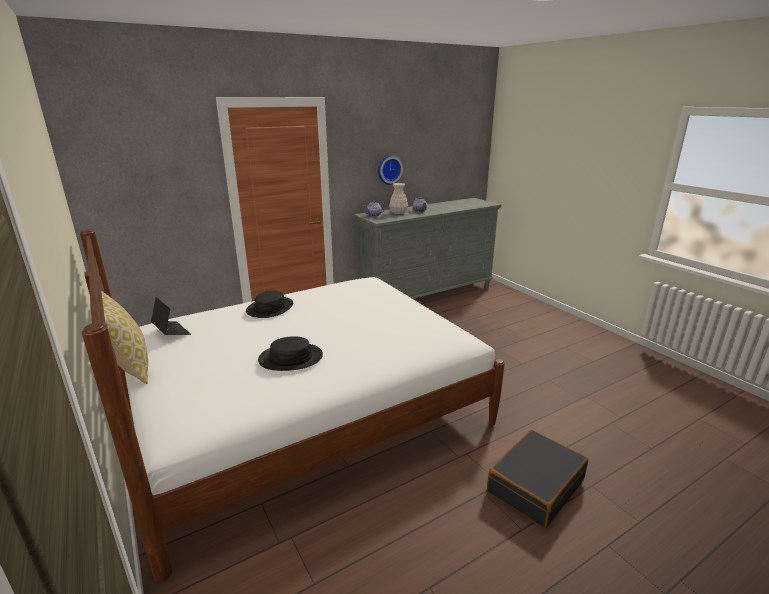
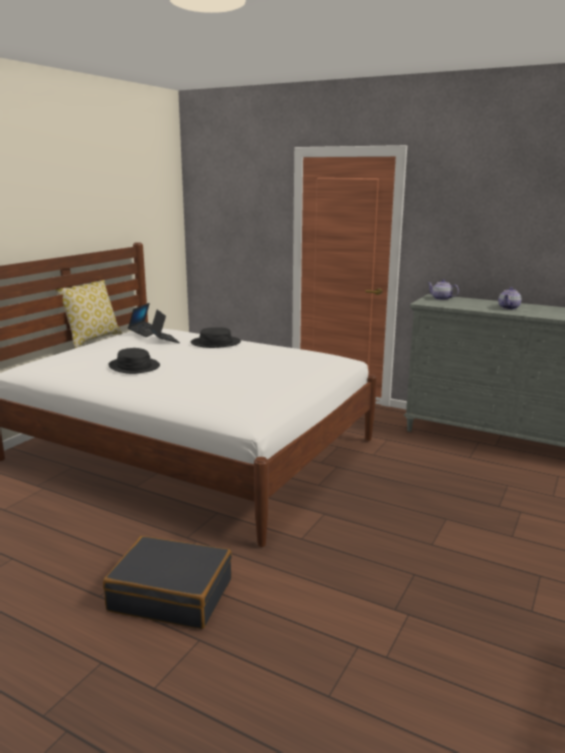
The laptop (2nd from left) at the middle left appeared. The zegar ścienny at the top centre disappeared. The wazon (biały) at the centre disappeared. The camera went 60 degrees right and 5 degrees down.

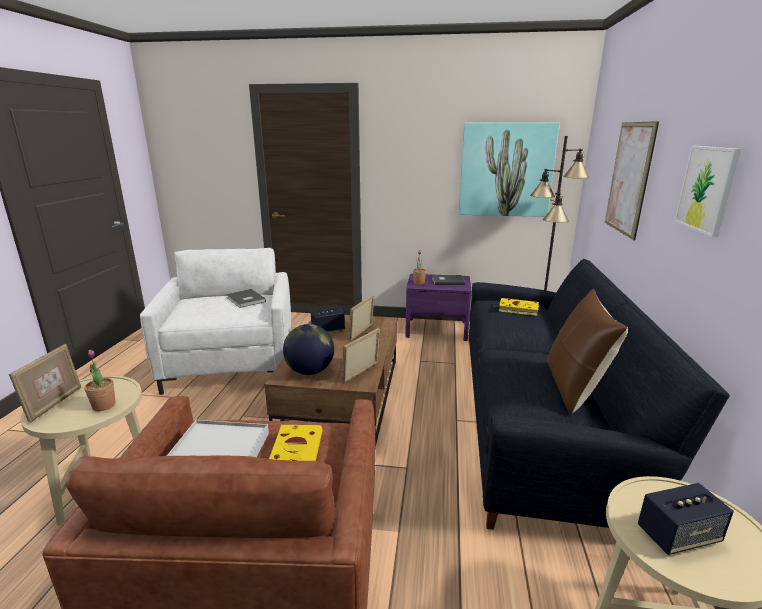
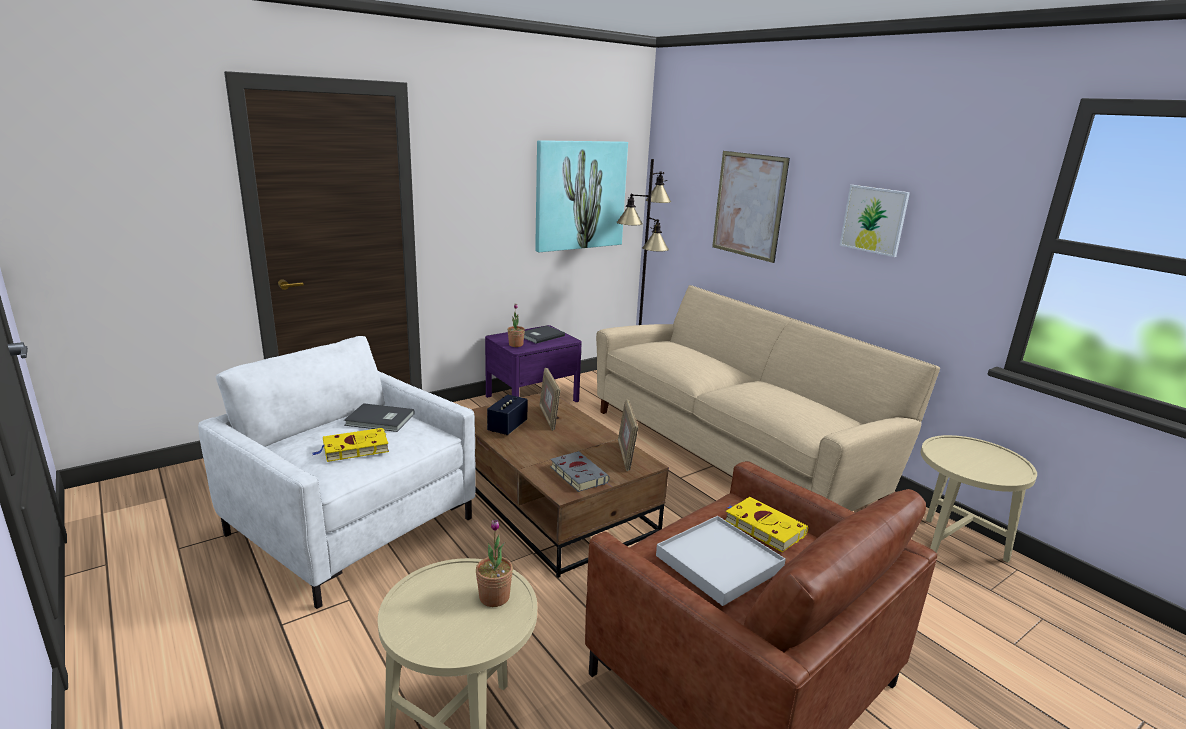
The książka (żółty) (2nd from left in the first image) moved from the middle right to the middle left. The globus at the centre was replaced by the książka (szary) (3rd from left) at the centre. The kanapa (czarny) at the middle right became the kanapa (beżowy) at the centre. The ramka na zdjęcie (1st from left) at the middle left disappeared. The poduszka (brązowy) at the middle right disappeared. The głośnik (2nd from left) at the bottom right disappeared. The camera went 45 degrees left and 0 degrees up.

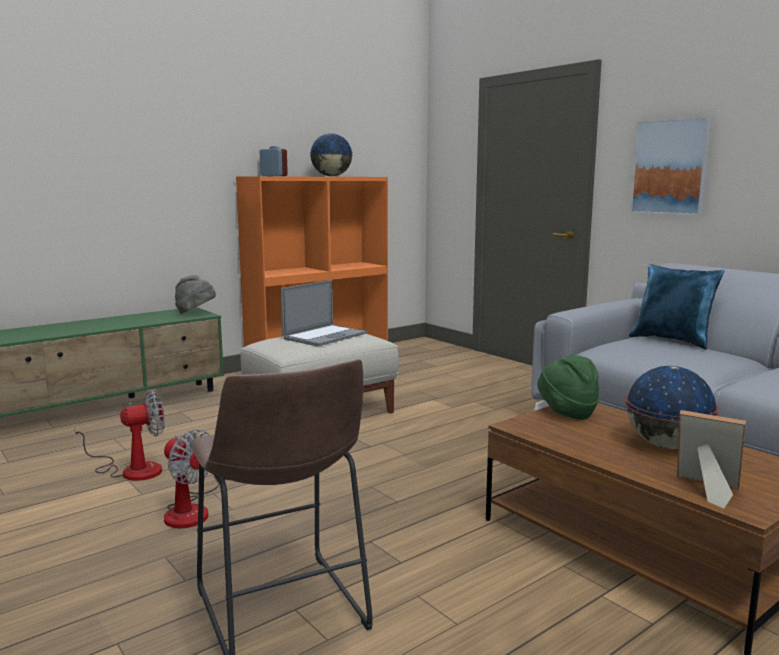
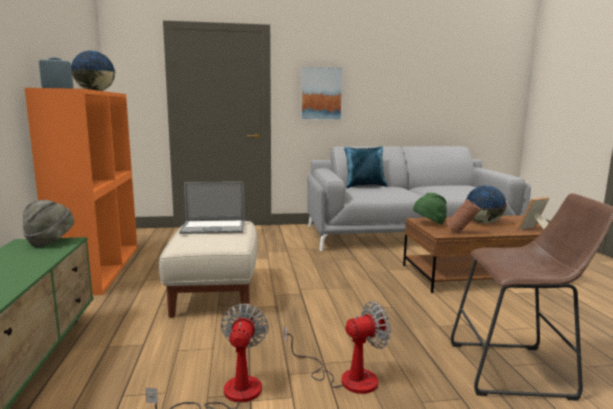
The laptop at the centre turned 105 degrees clockwise. The wazon (brązowy) at the middle right appeared. The camera went 60 degrees left and 0 degrees up.

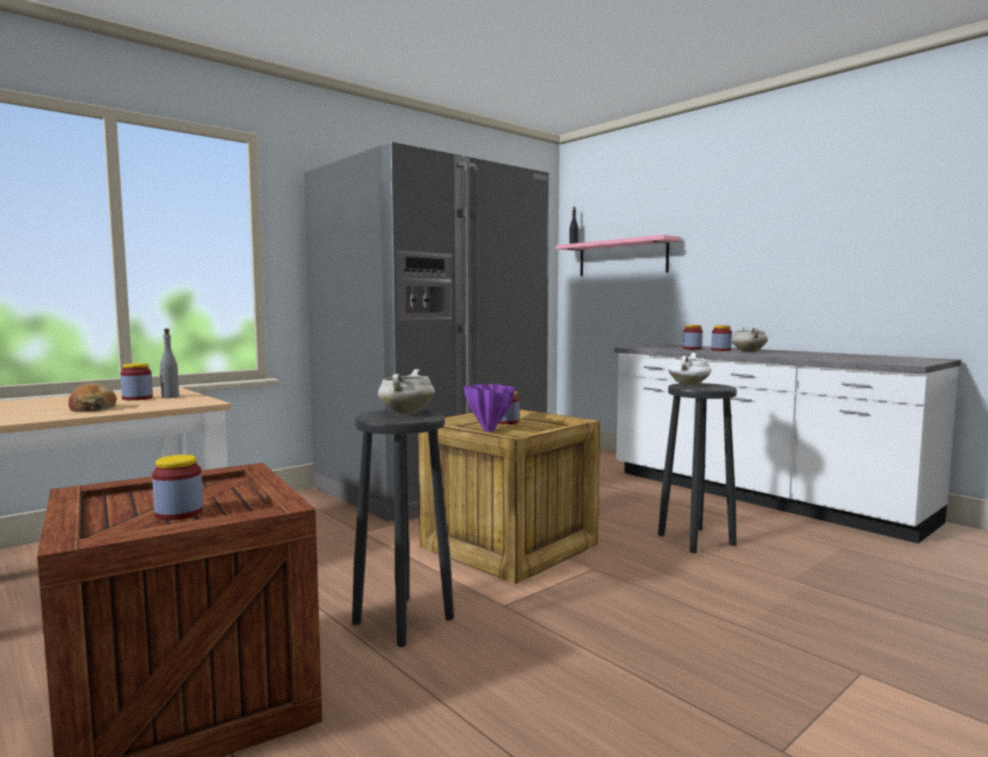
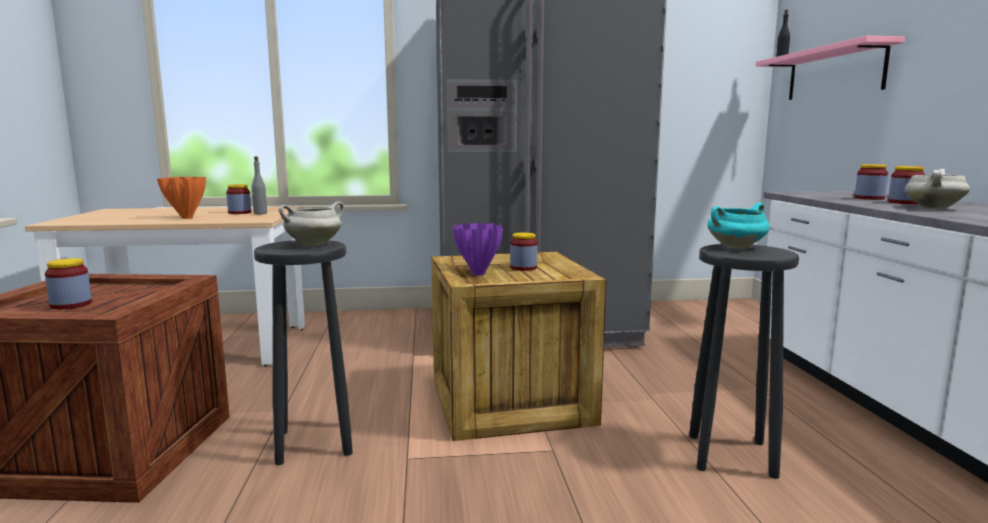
The chleb at the middle left was replaced by the wazon (pomarańczowy) at the middle left. The garnek (biały) (2nd from left) at the middle right became the garnek (turkusowy) at the middle right. The camera went 35 degrees right and 5 degrees up.

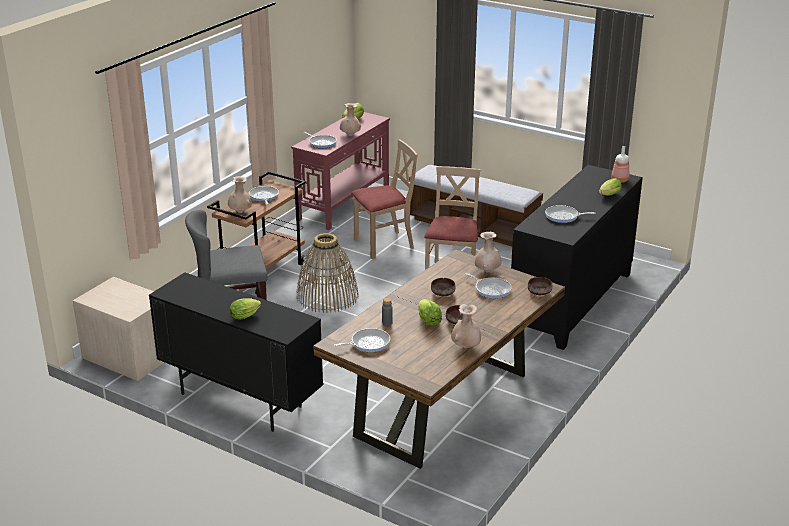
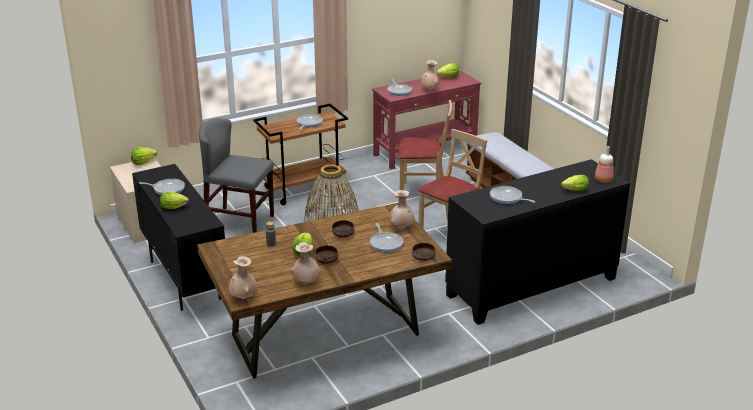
The sałata (1st from left) at the middle left appeared. The patelnia (3rd from left in the first image) moved from the centre to the middle left. The wazon (beżowy) (1st from left) moved from the middle left to the bottom left. The camera went 30 degrees right and 0 degrees up.

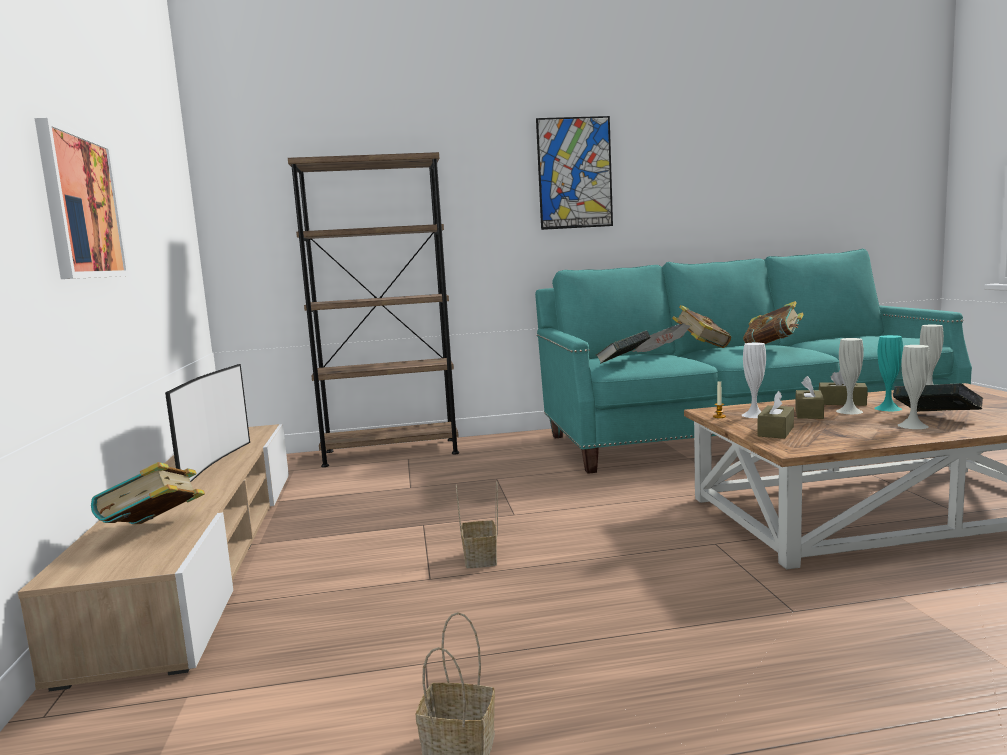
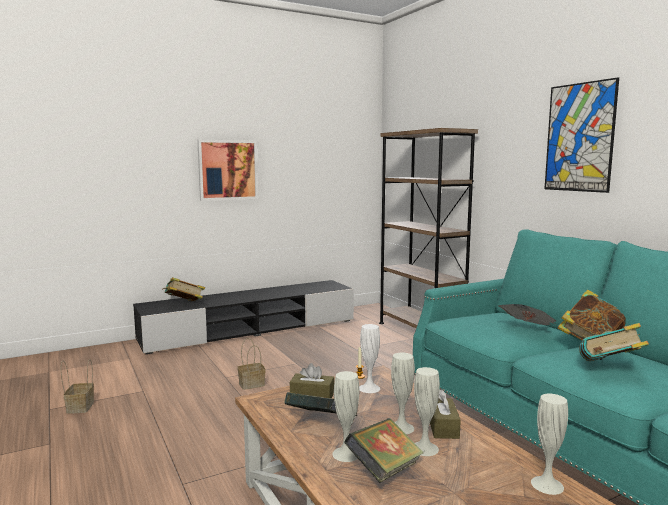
The szafka pod telewizor (beżowy) at the bottom left became the szafka pod telewizor (czarny) at the centre. The książka (2nd from left) moved from the centre to the bottom centre. The wazon (turkusowy) at the middle right became the wazon (biały) (4th from left) at the bottom centre. The telewizor at the middle left disappeared. The pudełko chusteczek (brązowy) (2nd from left) at the middle right disappeared. The camera went 70 degrees right and 0 degrees up.

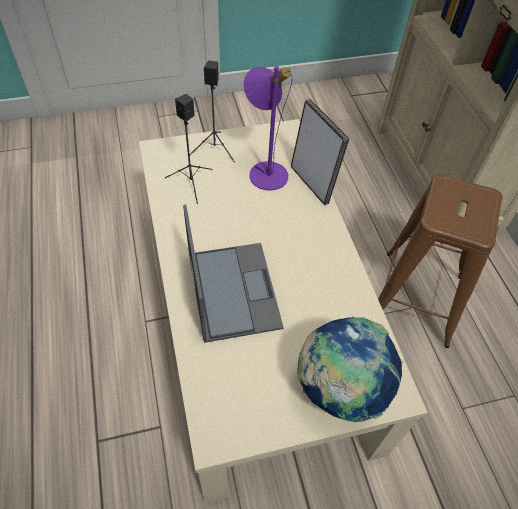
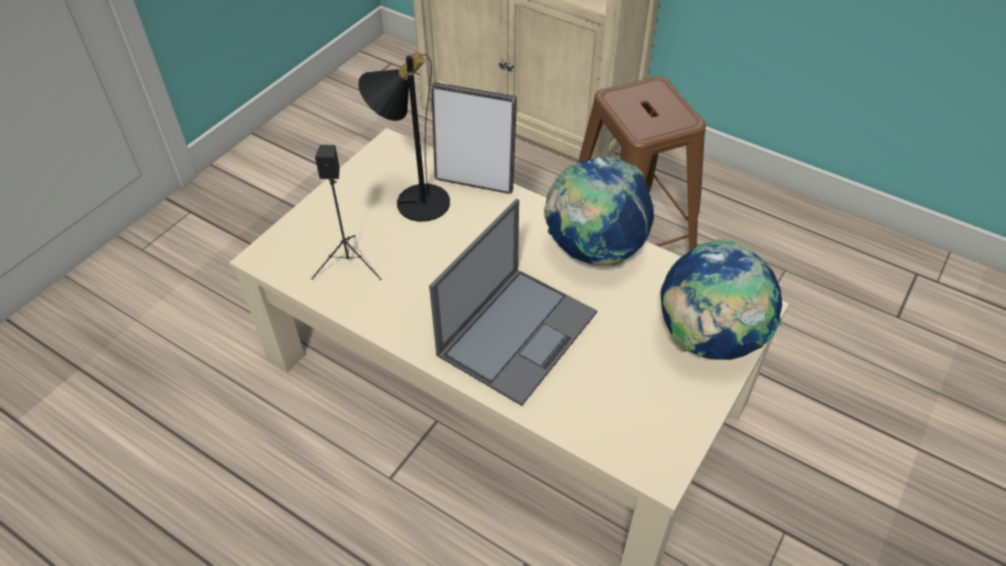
The lampa stołowa (fioletowy) at the top centre became the lampa stołowa (czarny) at the top centre. The laptop at the centre turned 90 degrees clockwise. The globus (1st from left) at the centre appeared. The głośnik (czarny) (2nd from left) at the top centre disappeared. The camera went 40 degrees left and 5 degrees down.

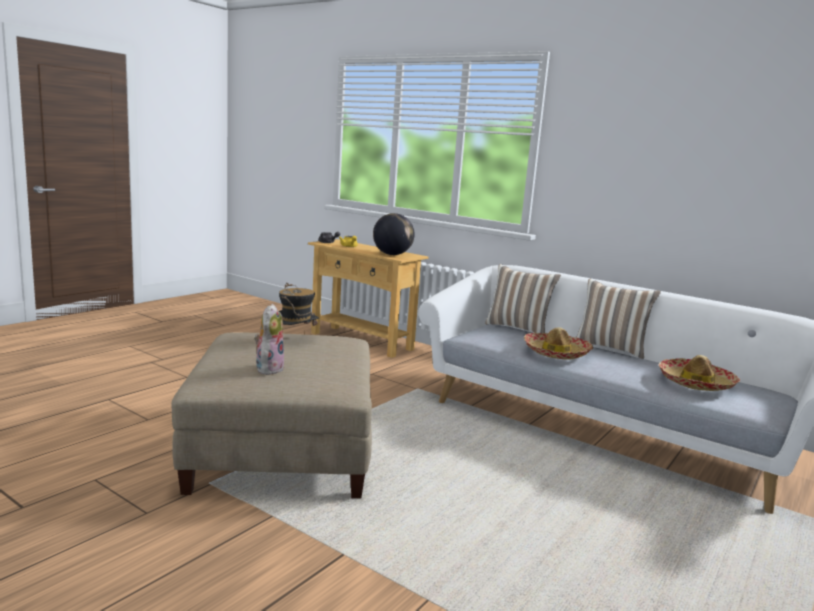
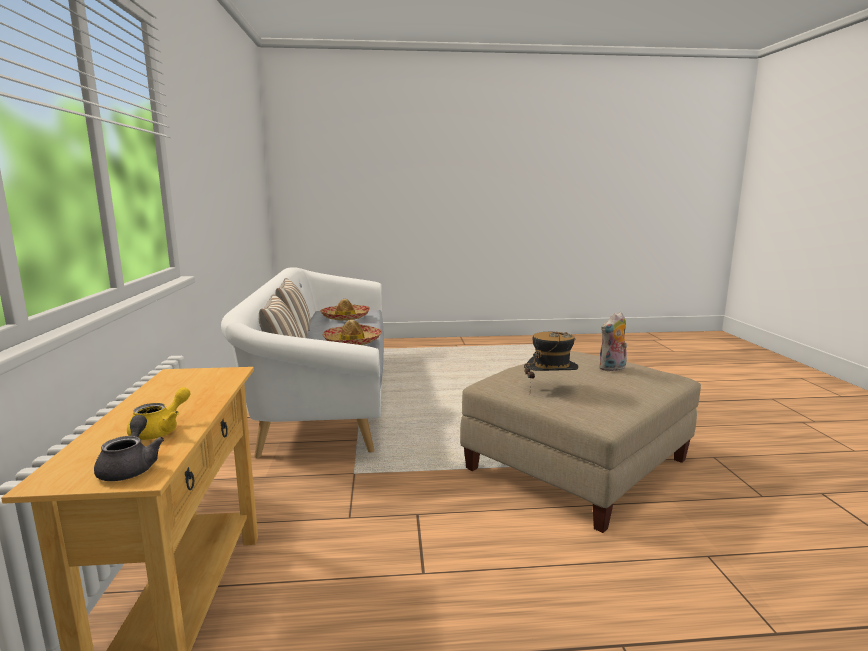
The globus at the centre disappeared. The camera went 130 degrees left and 0 degrees up.

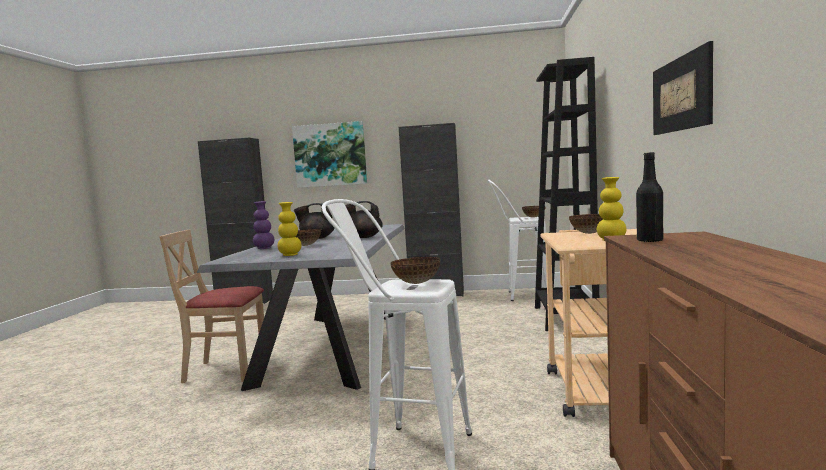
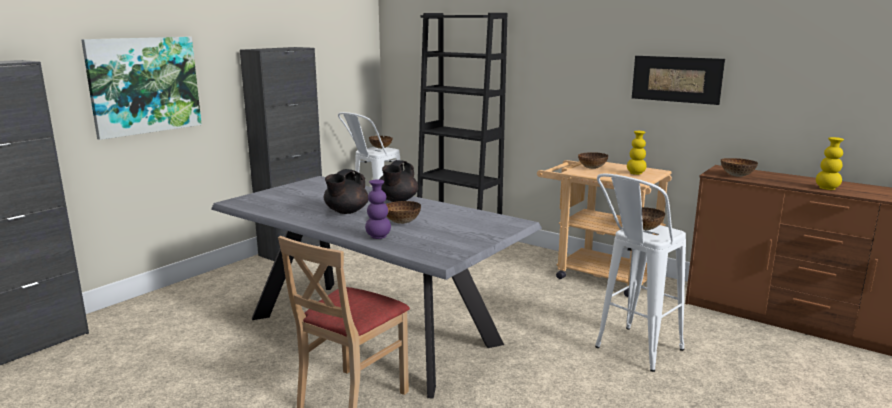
The butelka (czarny) at the middle right was replaced by the miska (5th from left) at the middle right. The wazon (żółty) (1st from left in the first image) moved from the centre to the middle right. The camera went 60 degrees left and 10 degrees up.

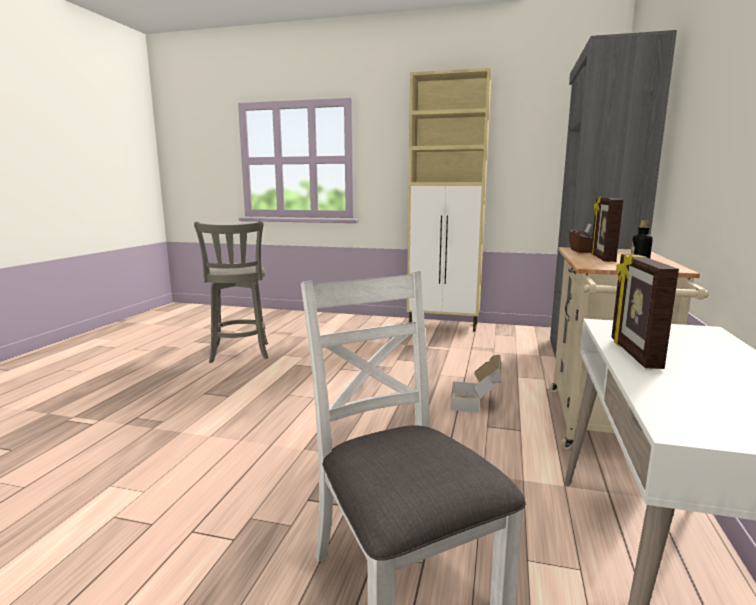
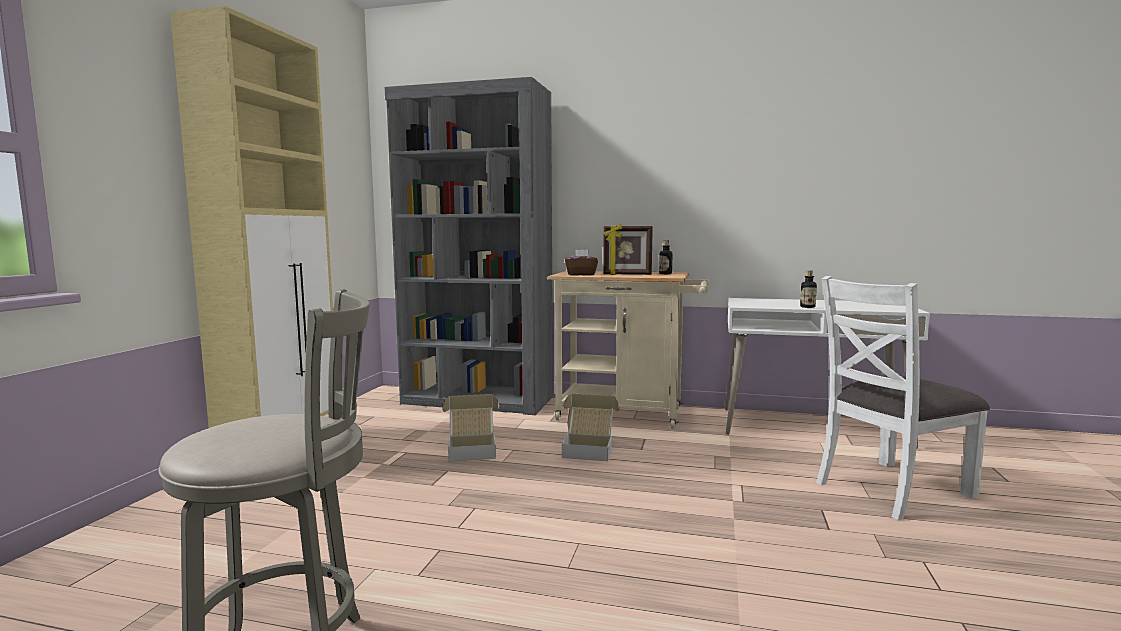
The karton (1st from left) at the bottom centre appeared. The ramka na zdjęcie (2nd from left) at the middle right was replaced by the butelka (2nd from left) at the middle right. The camera went 90 degrees left and 5 degrees down.

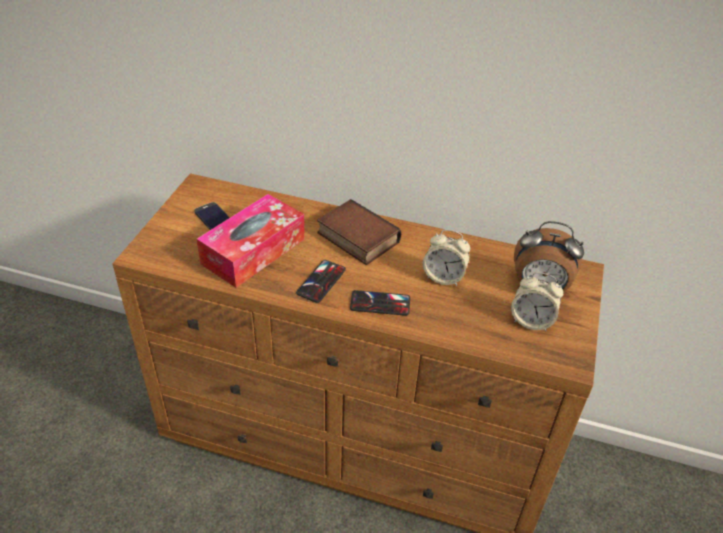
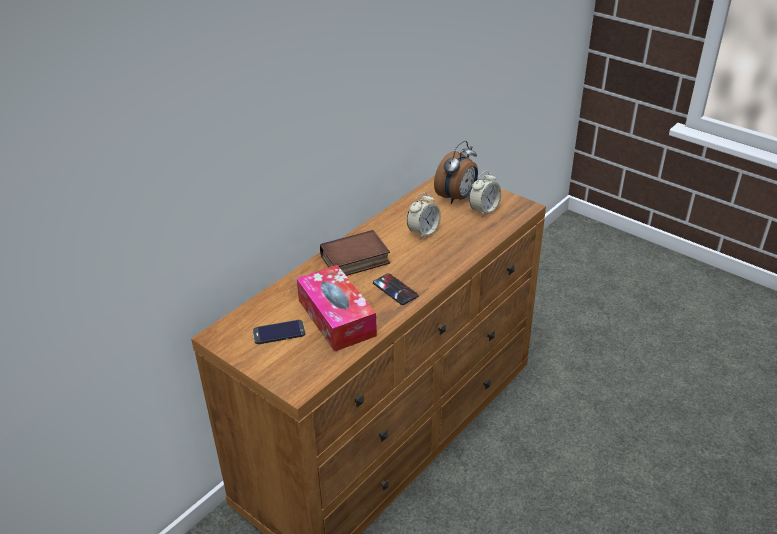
The telefon (3rd from left) at the centre disappeared. The camera went 65 degrees left and 5 degrees down.

